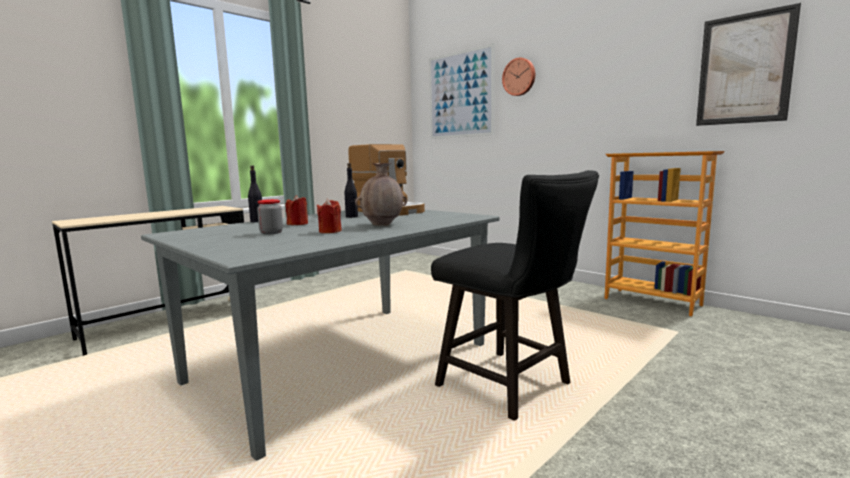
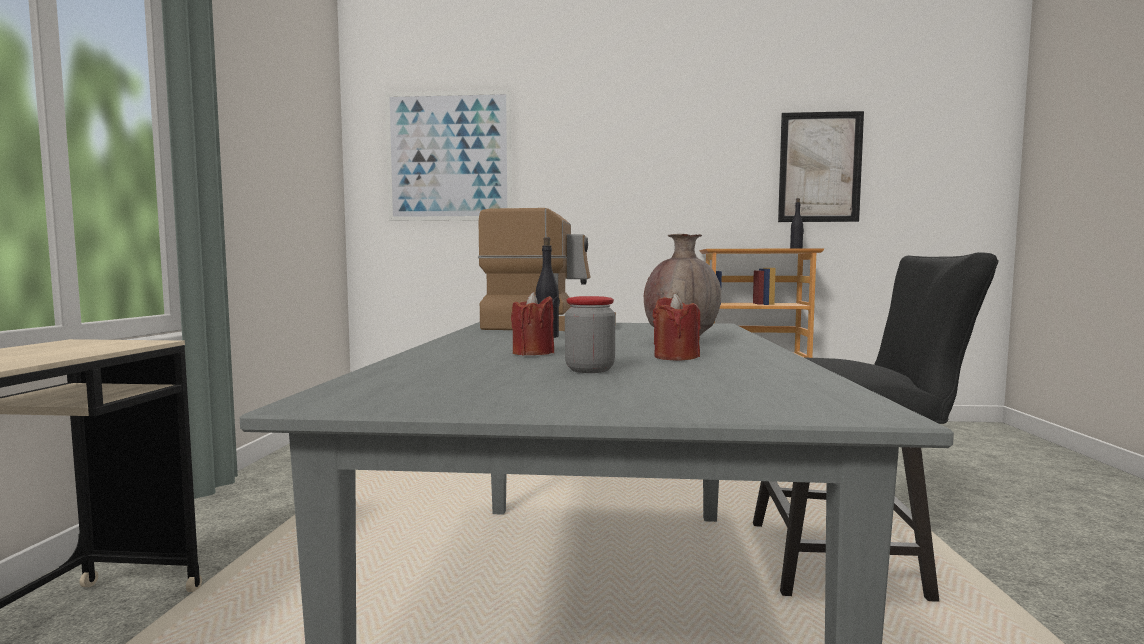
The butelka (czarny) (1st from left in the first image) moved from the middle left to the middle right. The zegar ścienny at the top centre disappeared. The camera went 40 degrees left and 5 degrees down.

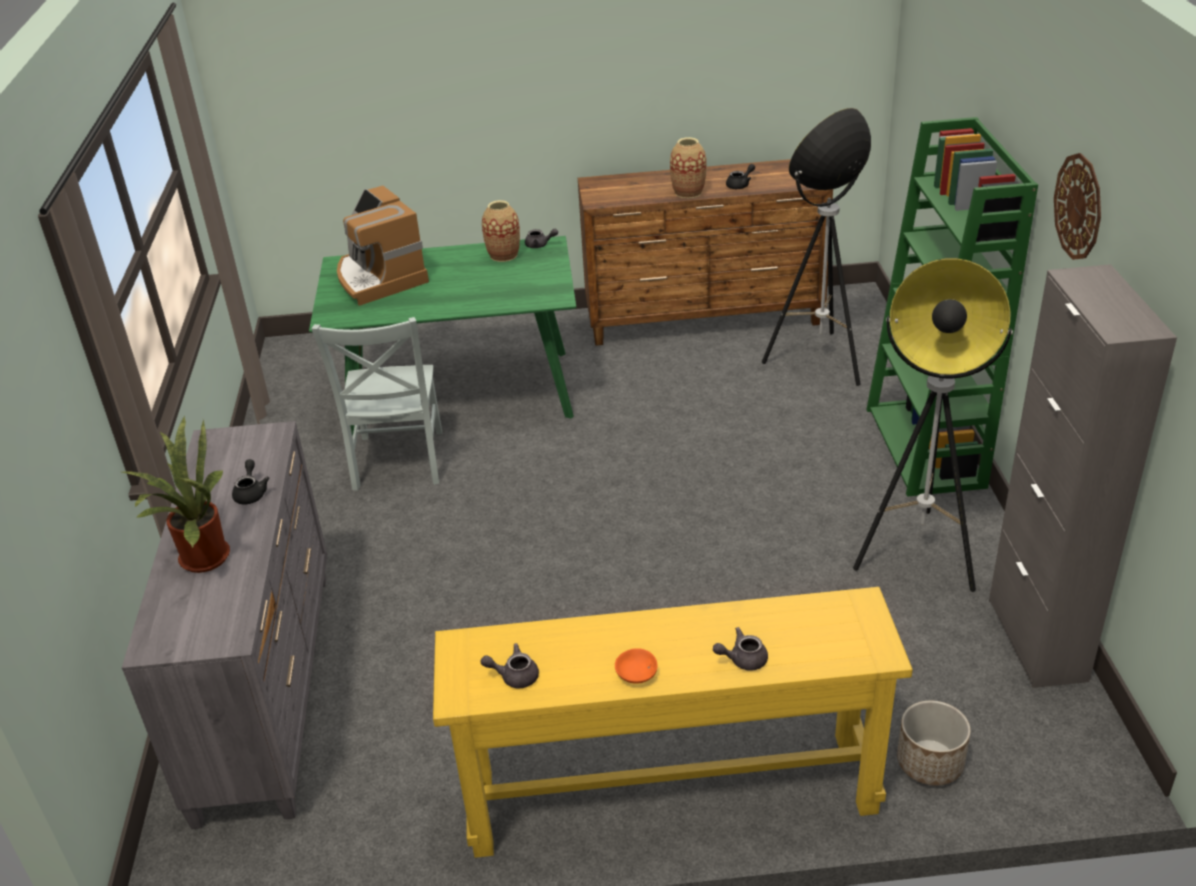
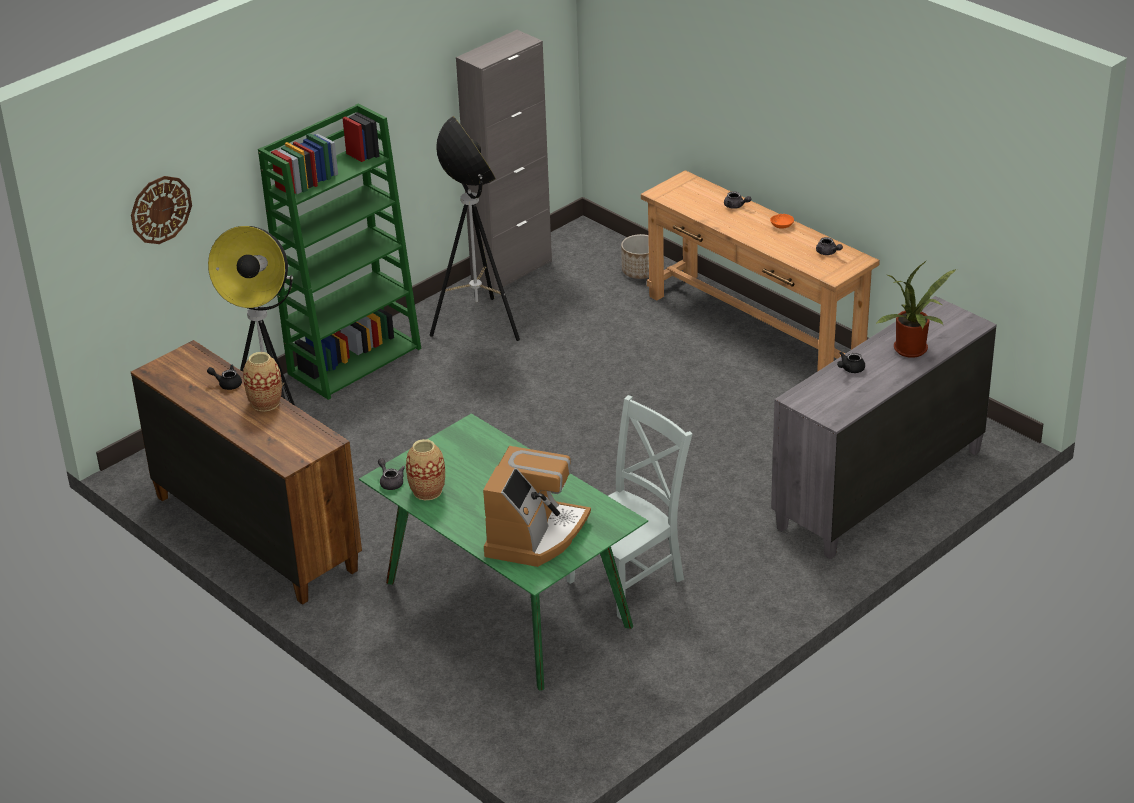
The zegar ścienny moved from the top right to the top left. The stolik konsolowy (żółty) at the bottom centre became the stolik konsolowy (brązowy) at the middle right. The camera went 130 degrees left and 0 degrees up.

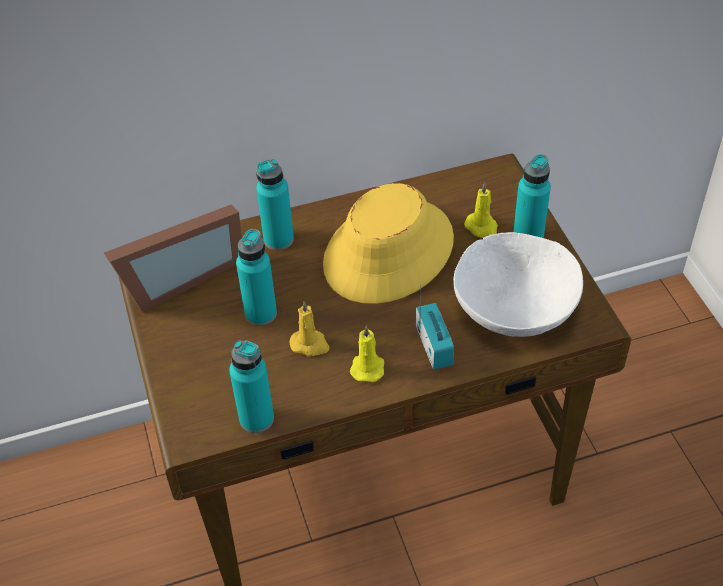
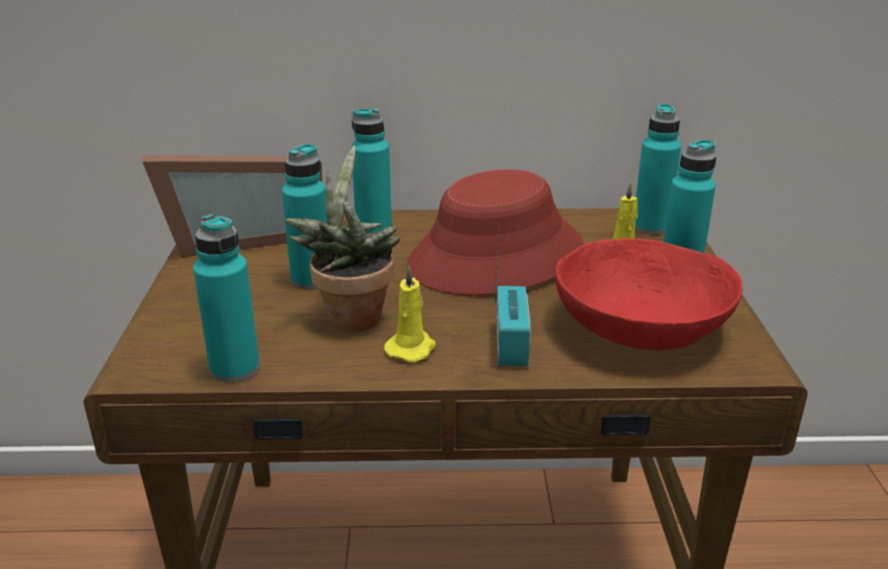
The świeca (żółty) (1st from left) at the centre was replaced by the roślina doniczkowa at the centre. The kapelusz (żółty) at the centre became the kapelusz (czerwony) at the centre. The miska (biały) at the middle right became the miska (czerwony) at the middle right. The butelka (turkusowy) (4th from left) at the top right appeared. The camera went 15 degrees right and 20 degrees down.

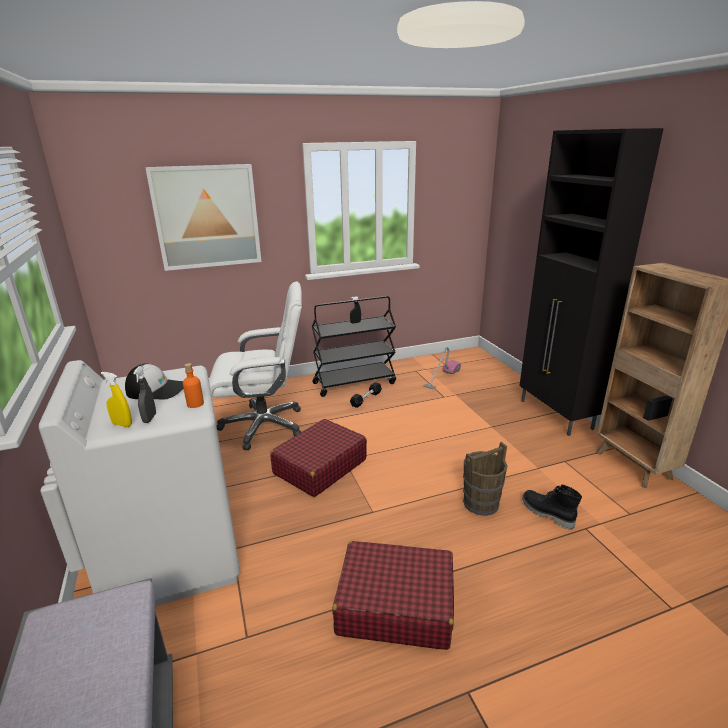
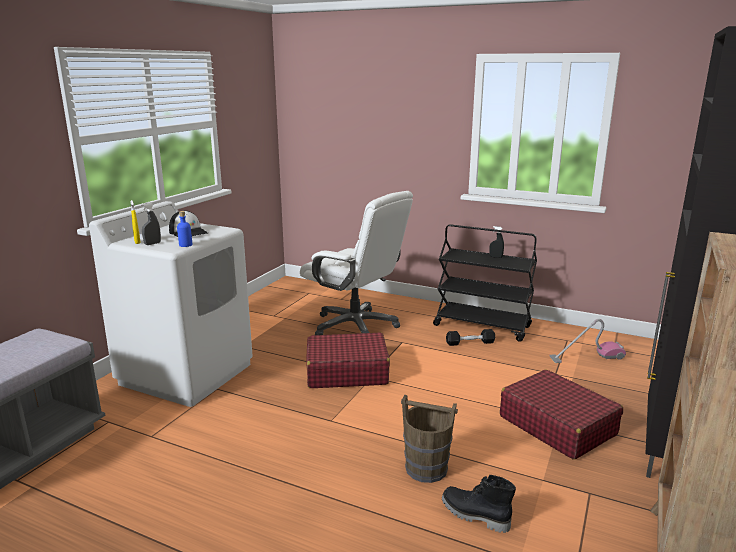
The butelka (pomarańczowy) at the middle left became the butelka (niebieski) at the middle left. The but z cholewką (czarny) at the bottom right turned 60 degrees counterclockwise. The walizka (czerwony) (2nd from left) moved from the bottom centre to the bottom right. The obraz at the top left disappeared. The camera went 45 degrees right and 5 degrees down.

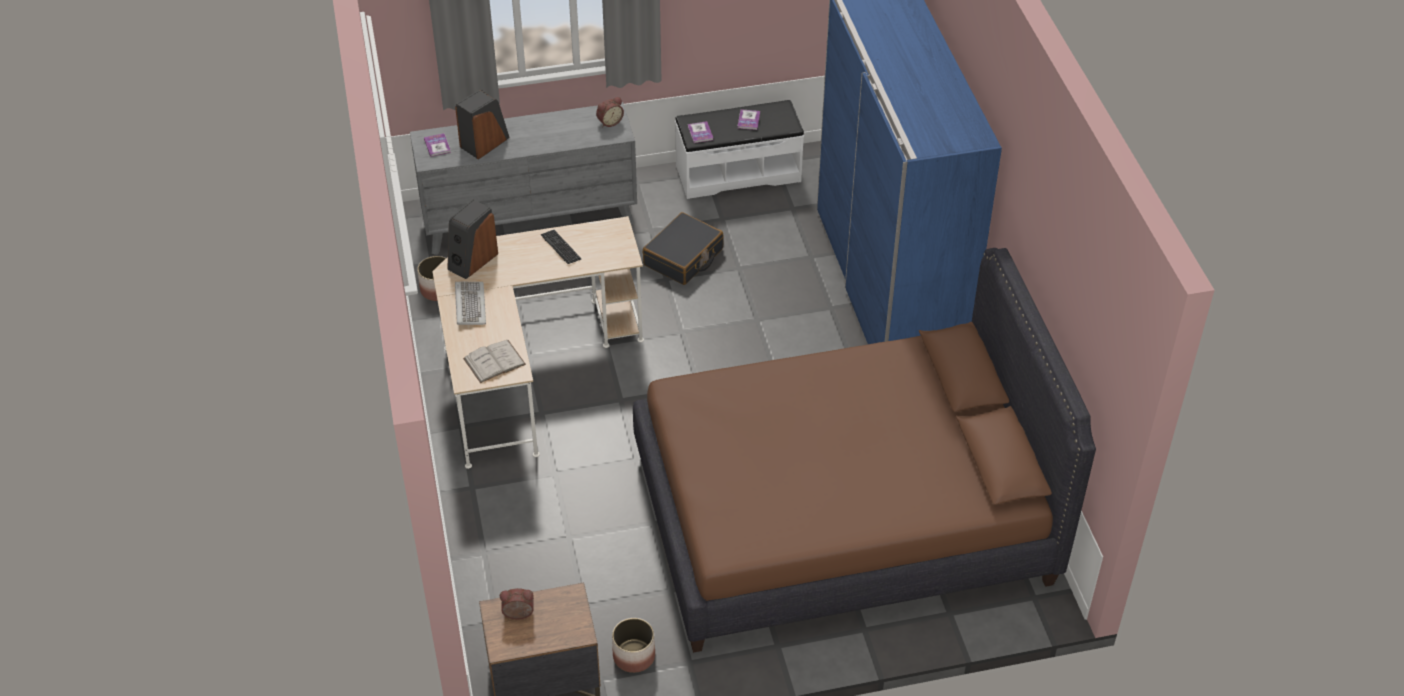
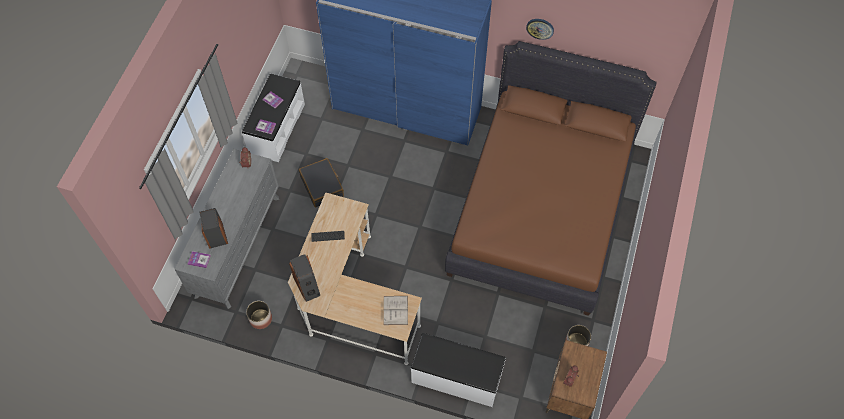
The ławka (biały) (2nd from left) at the bottom centre appeared. The zegar ścienny at the top centre appeared. The klawiatura (1st from left) at the centre disappeared. The camera went 60 degrees left and 15 degrees up.

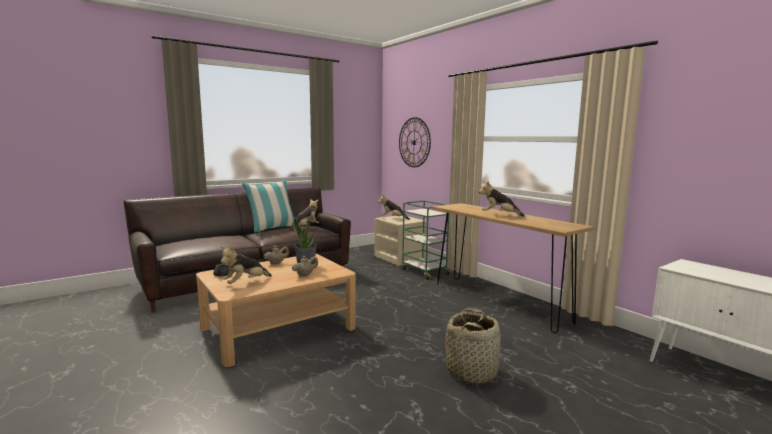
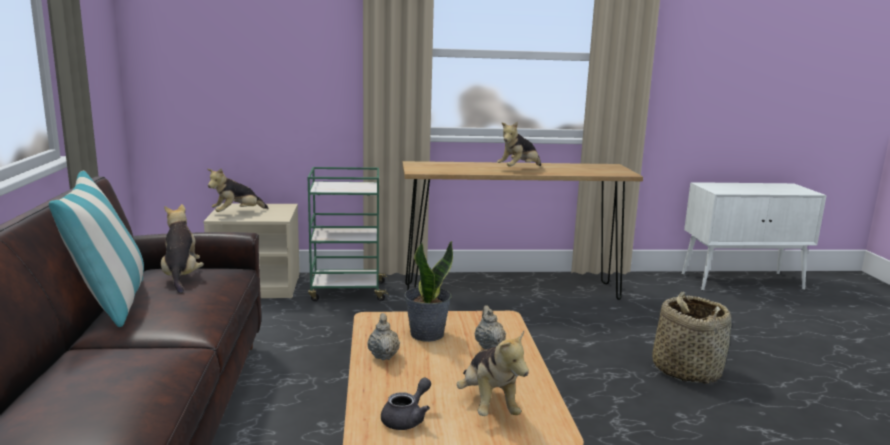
The zegar ścienny at the top centre disappeared. The camera went 60 degrees left and 5 degrees up.

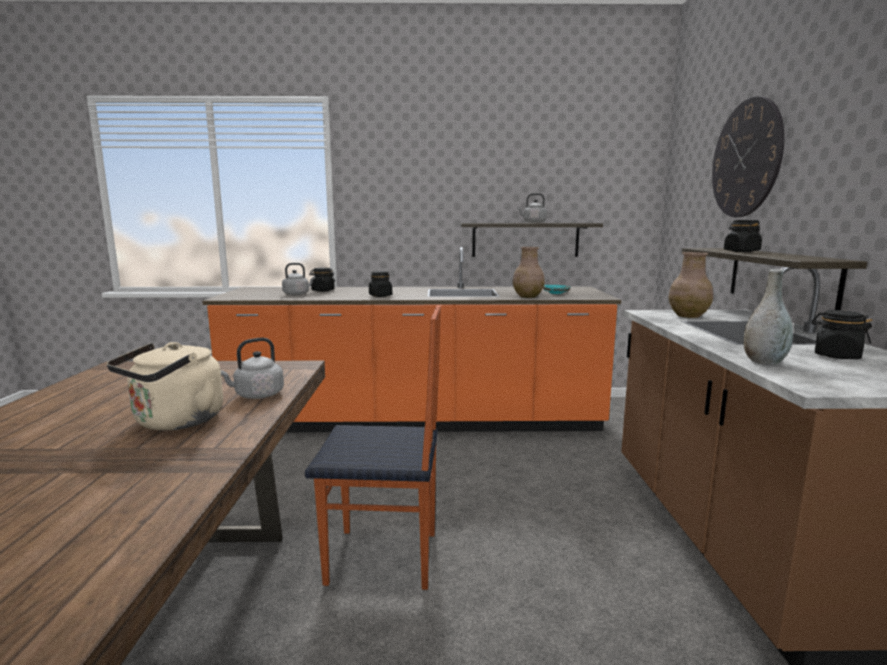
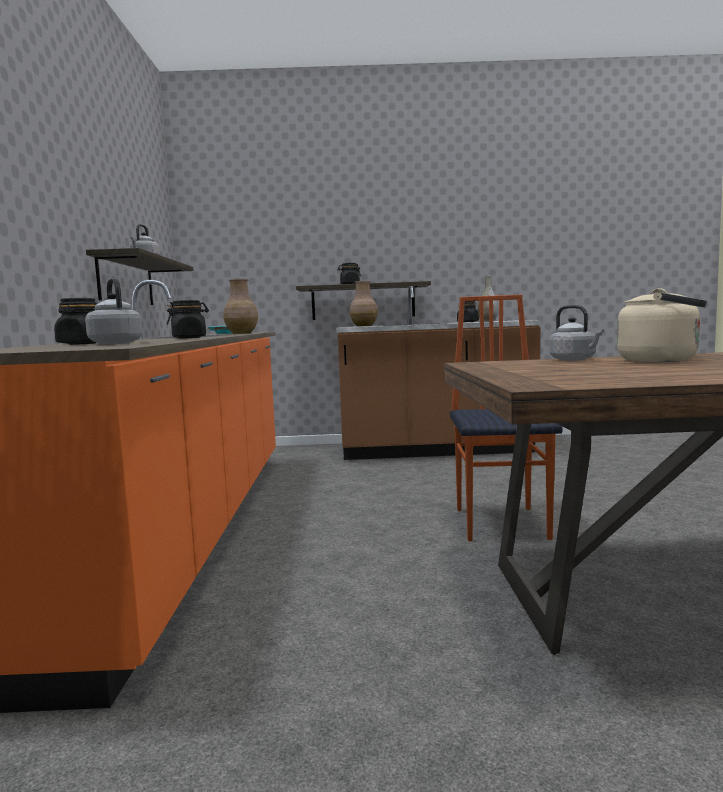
The zegar ścienny at the top right disappeared. The camera went 90 degrees left and 5 degrees down.

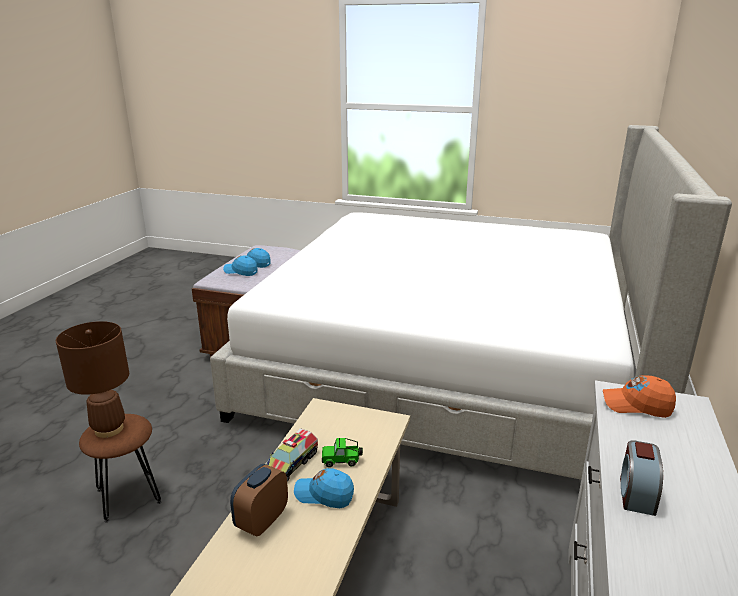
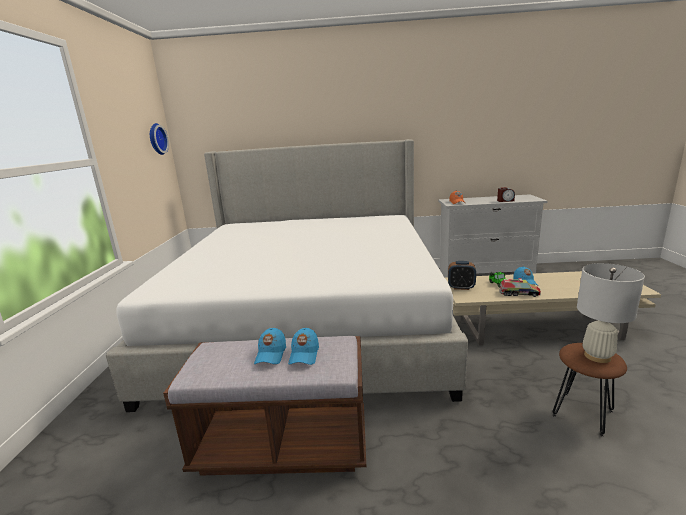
The zegar ścienny at the top left appeared. The budzik (1st from left) moved from the bottom centre to the middle right. The lampa stołowa (brązowy) at the middle left became the lampa stołowa (biały) at the middle right. The camera went 105 degrees left and 5 degrees down.

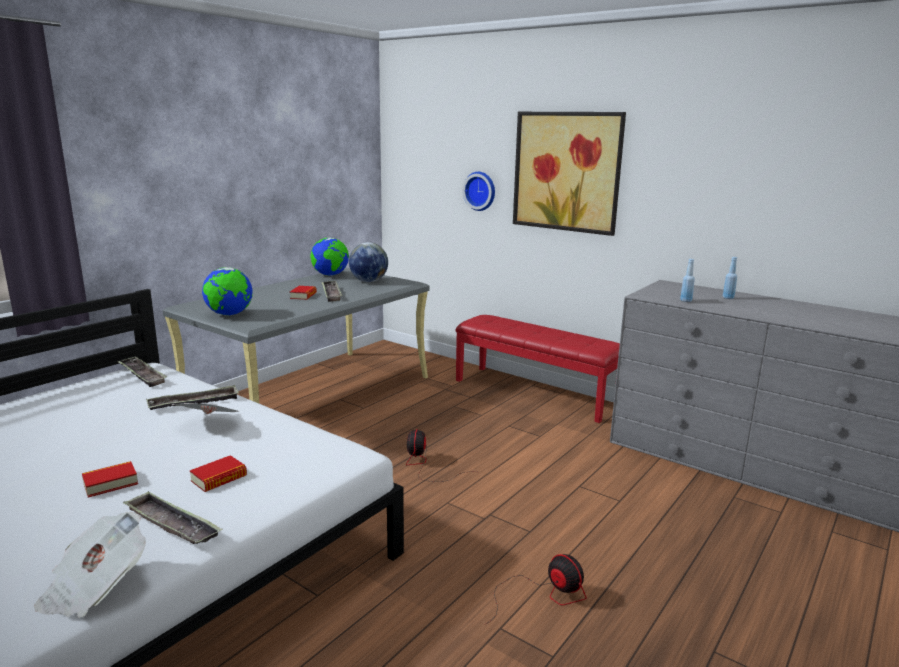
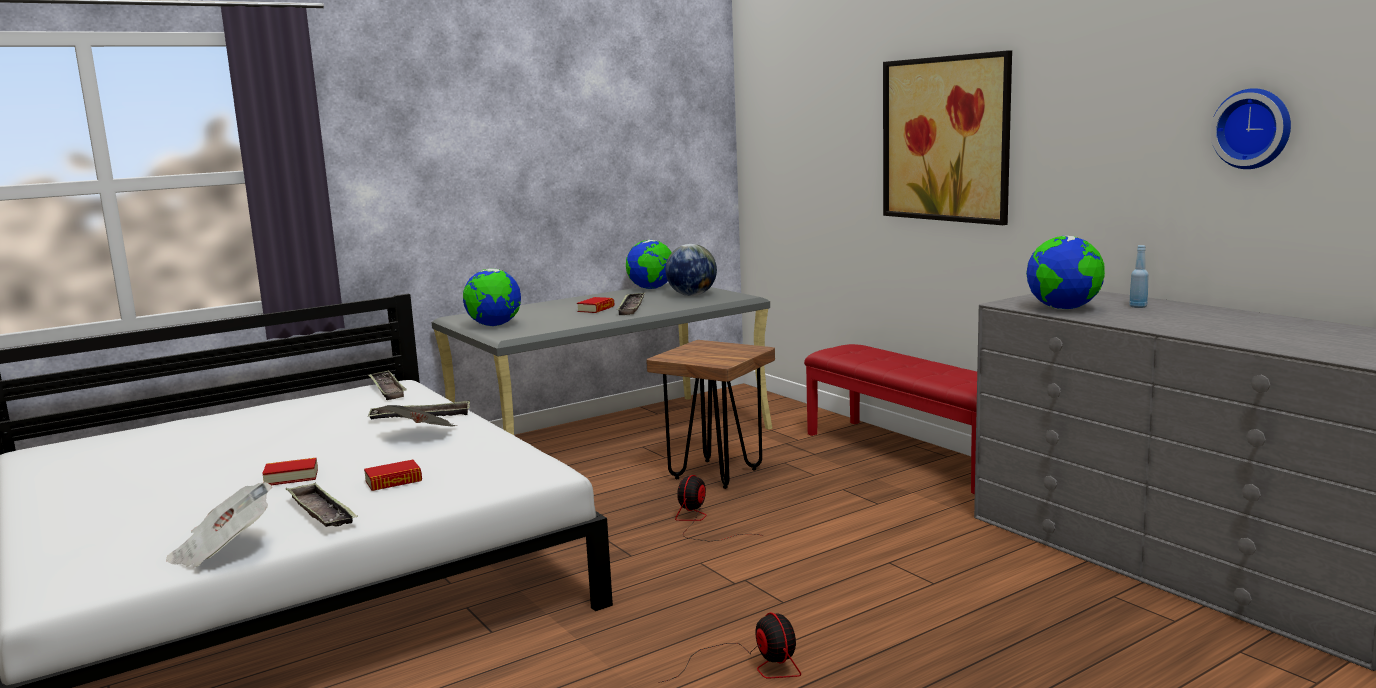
The stołek (brązowy) at the centre appeared. The butelka (niebieski) (1st from left) at the middle right was replaced by the globus (4th from left) at the middle right. The zegar ścienny moved from the top centre to the top right. The camera went 20 degrees right and 5 degrees down.

